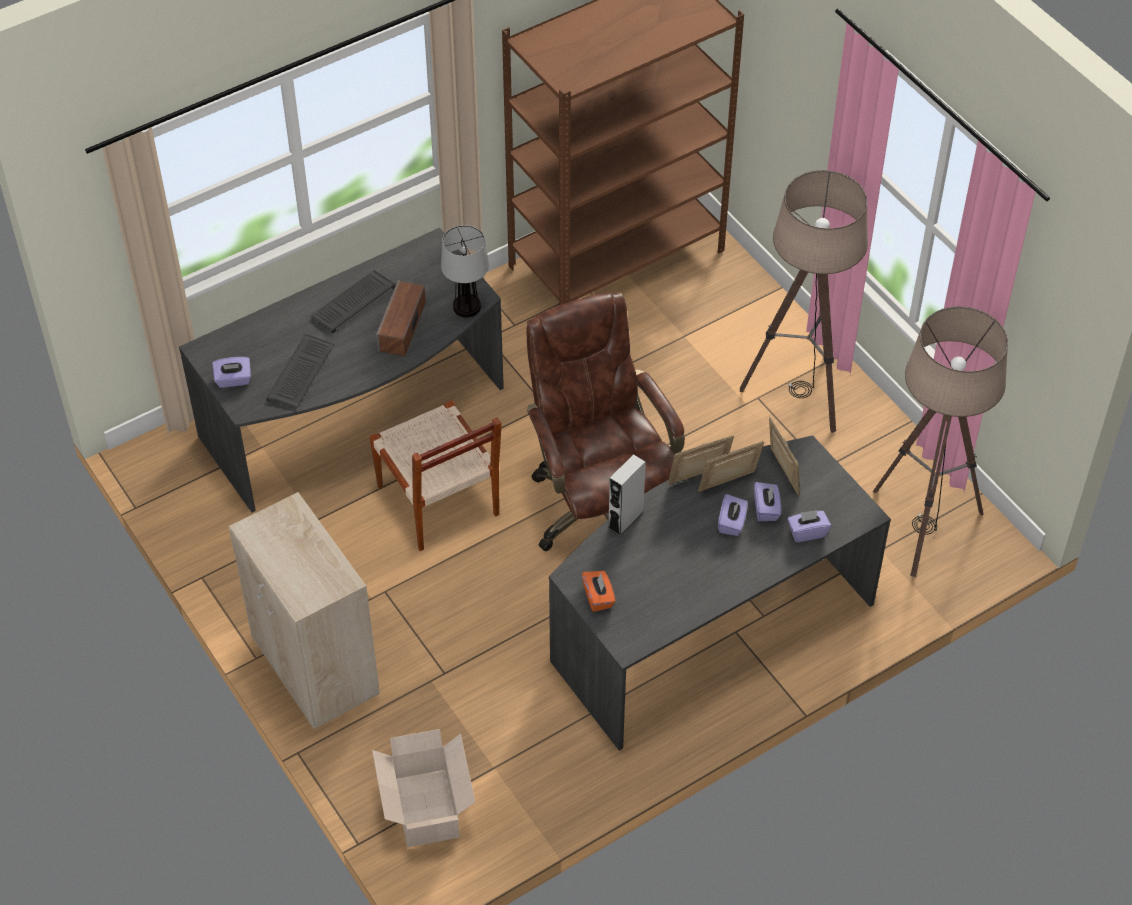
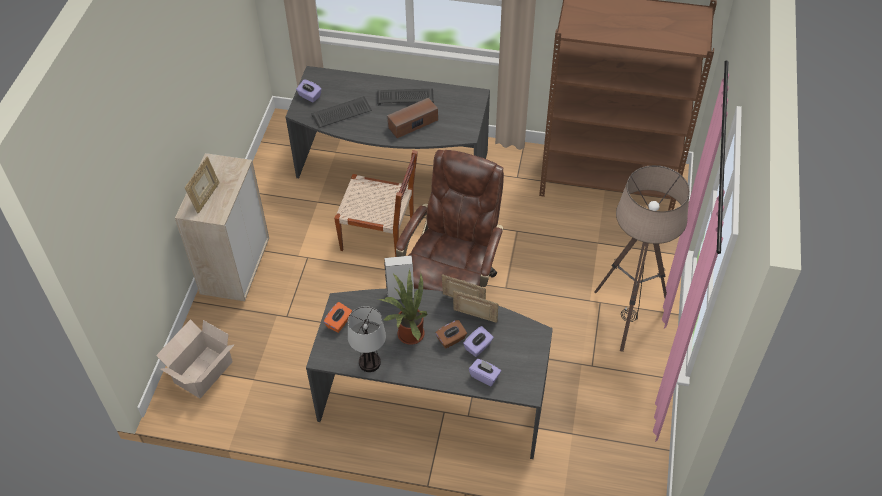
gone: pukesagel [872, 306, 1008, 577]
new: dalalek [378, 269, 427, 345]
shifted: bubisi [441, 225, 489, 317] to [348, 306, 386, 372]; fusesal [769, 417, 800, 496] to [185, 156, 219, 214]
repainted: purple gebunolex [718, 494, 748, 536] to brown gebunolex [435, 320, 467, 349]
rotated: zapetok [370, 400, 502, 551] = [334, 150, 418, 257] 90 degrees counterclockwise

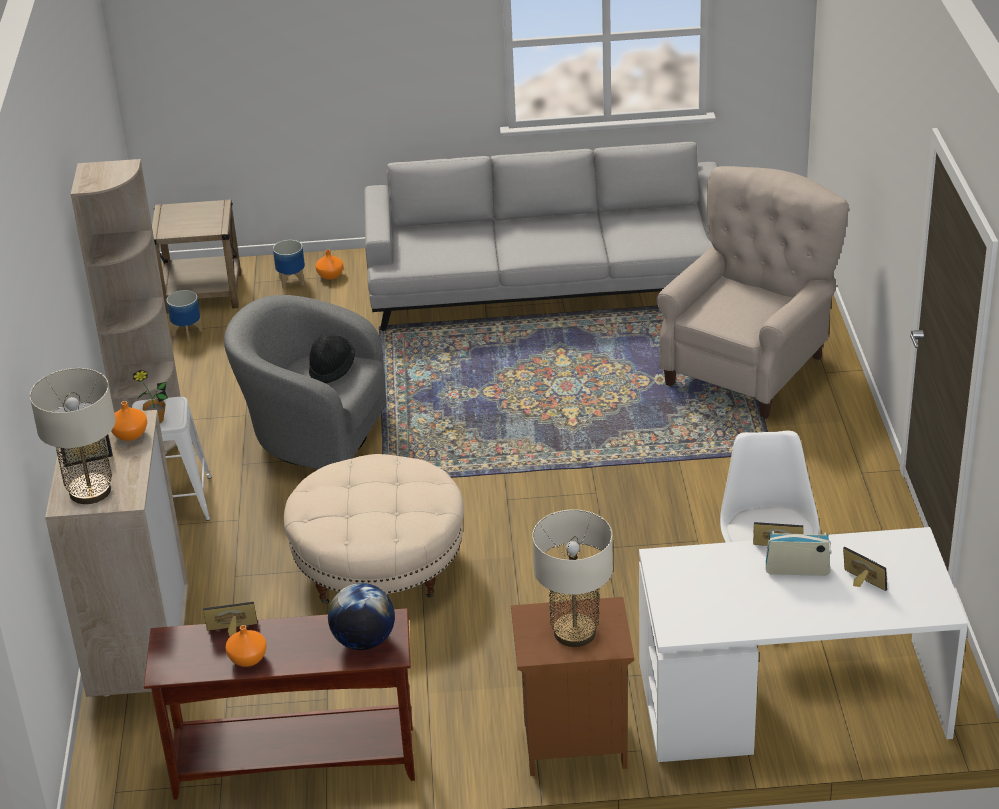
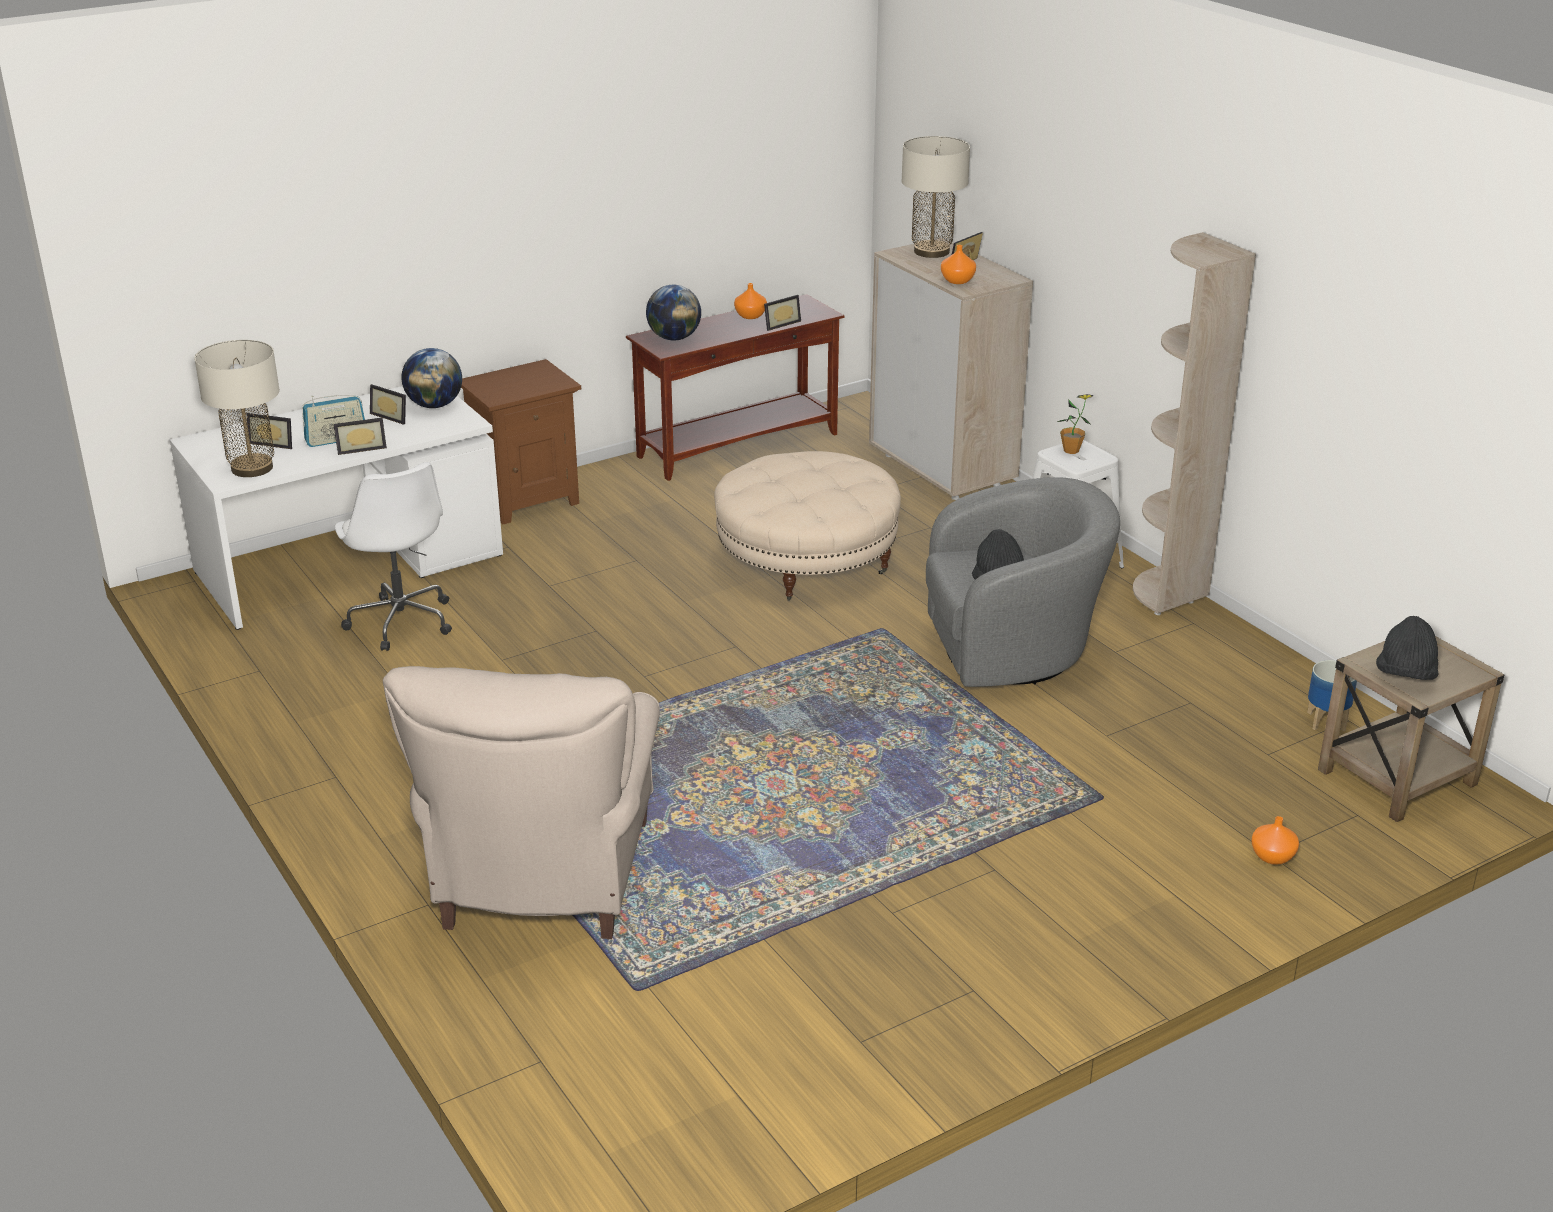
gone: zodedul [273, 240, 305, 289]; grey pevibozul [364, 142, 718, 331]
new: fusesal [370, 384, 406, 425]; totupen [401, 348, 462, 408]; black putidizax [1376, 616, 1439, 680]
shifted: bubisi [532, 509, 613, 647] to [194, 340, 280, 477]

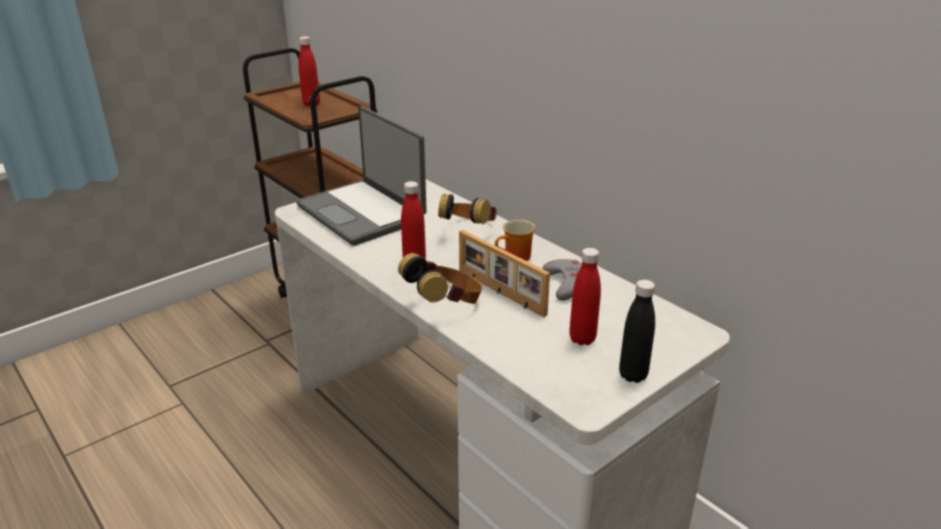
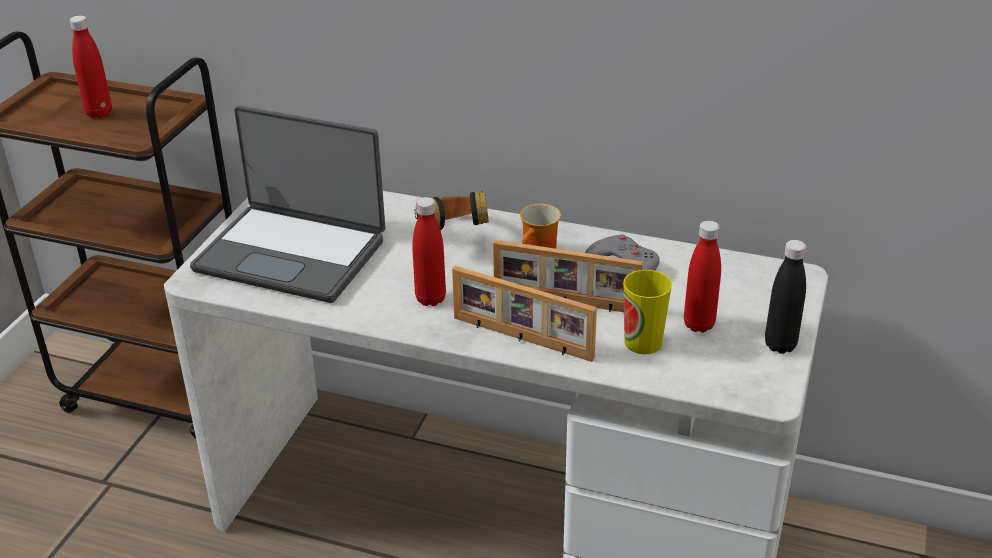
new: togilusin [623, 270, 672, 354]
swapped: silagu [398, 253, 482, 304] to fusesal [452, 266, 597, 362]

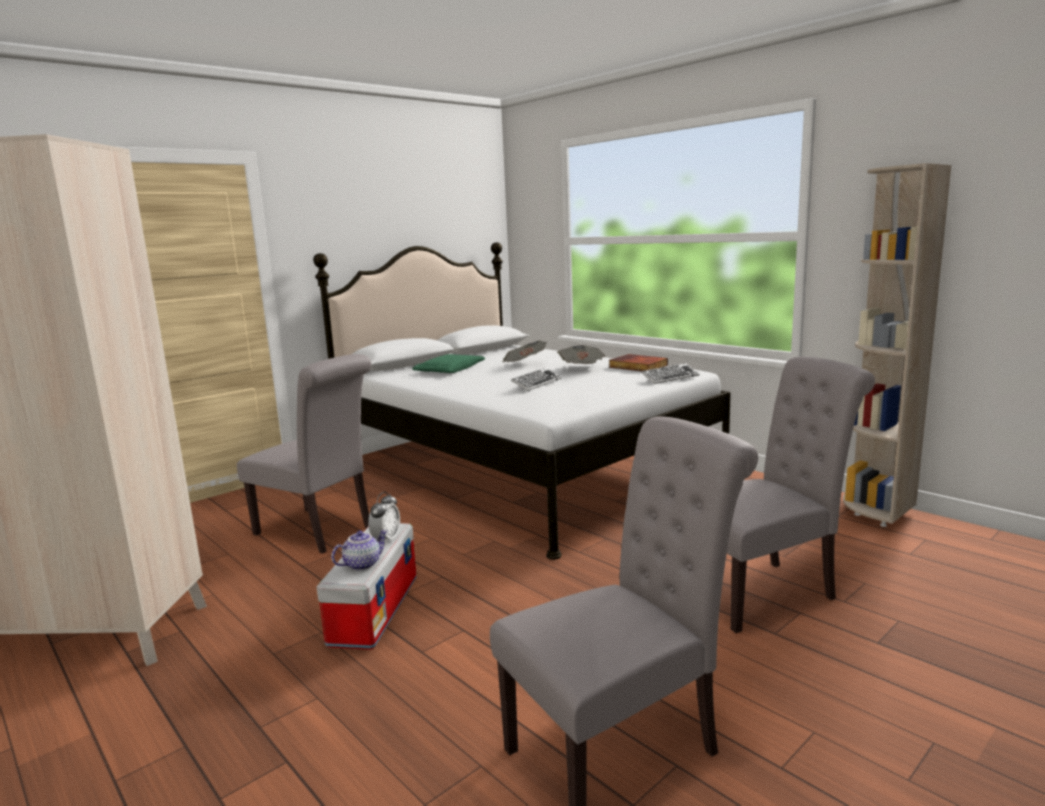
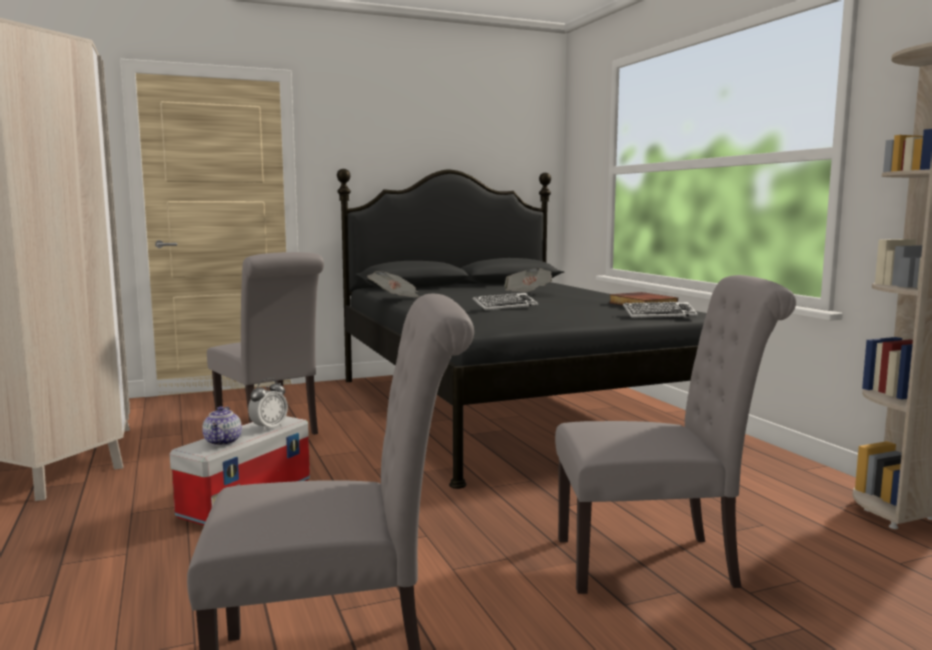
gone: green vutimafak [412, 354, 485, 373]
shifted: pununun [557, 345, 605, 364] to [367, 271, 420, 297]
repainted: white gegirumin [313, 242, 731, 560] to black gegirumin [337, 169, 707, 489]
rotated: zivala [331, 530, 388, 570] = [202, 406, 242, 446] 105 degrees clockwise

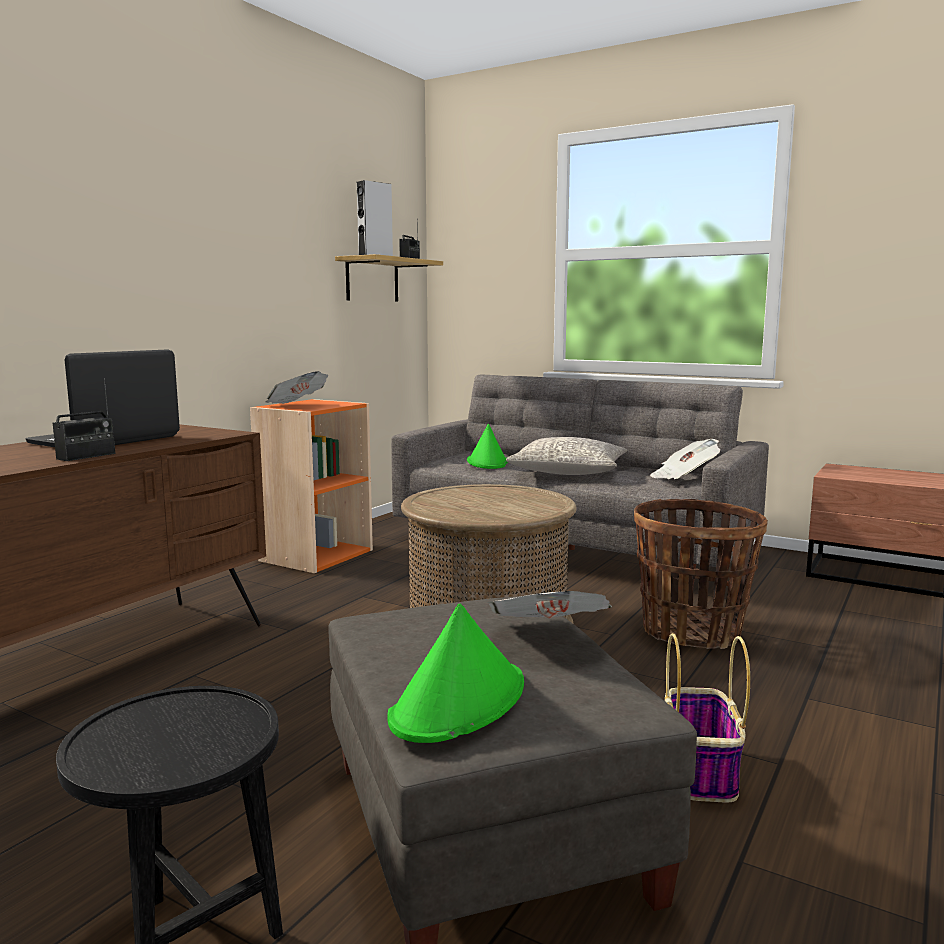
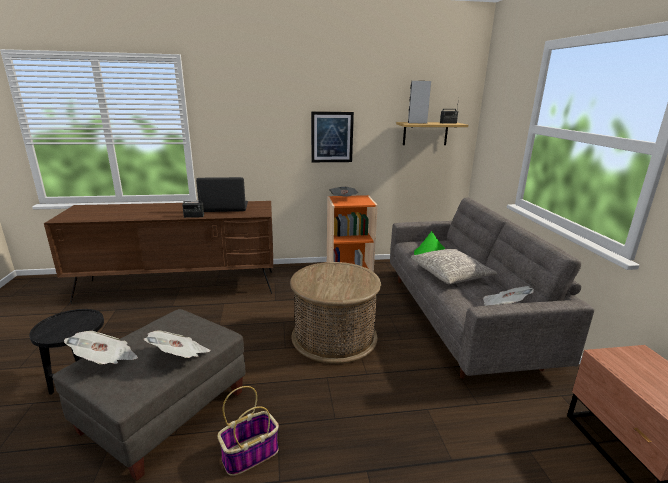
gone: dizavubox [634, 499, 768, 649]
new: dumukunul [311, 111, 354, 162]
swapped: green putidizax [387, 604, 524, 743] to pununun [64, 331, 138, 365]

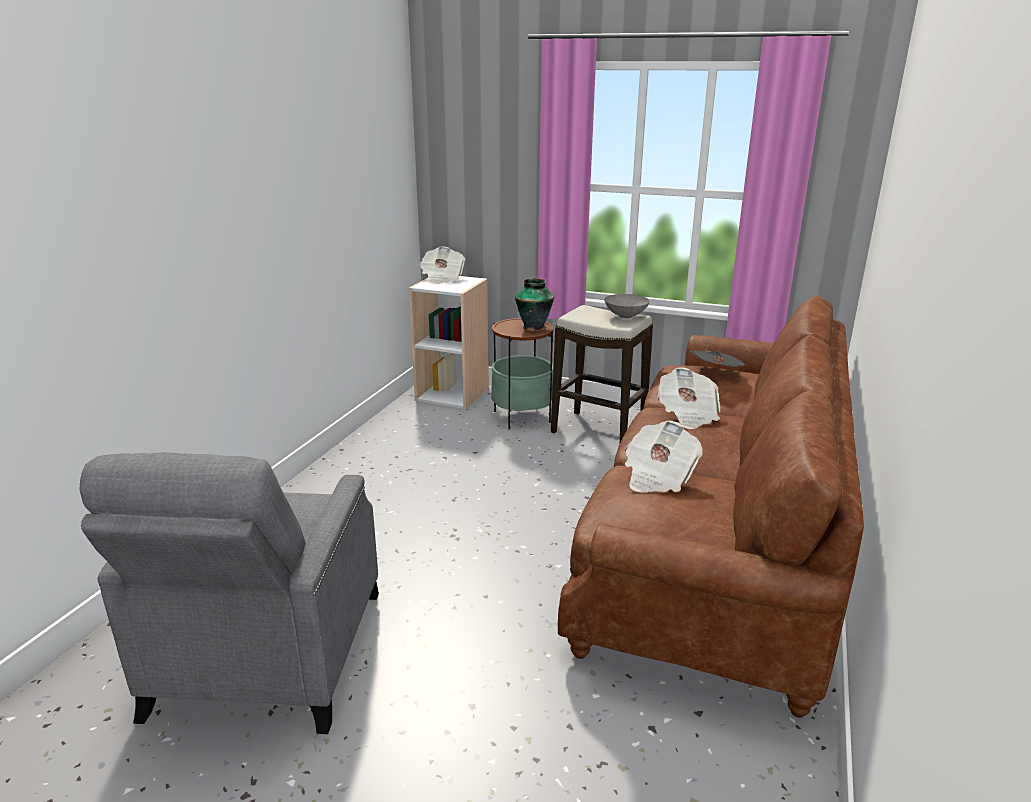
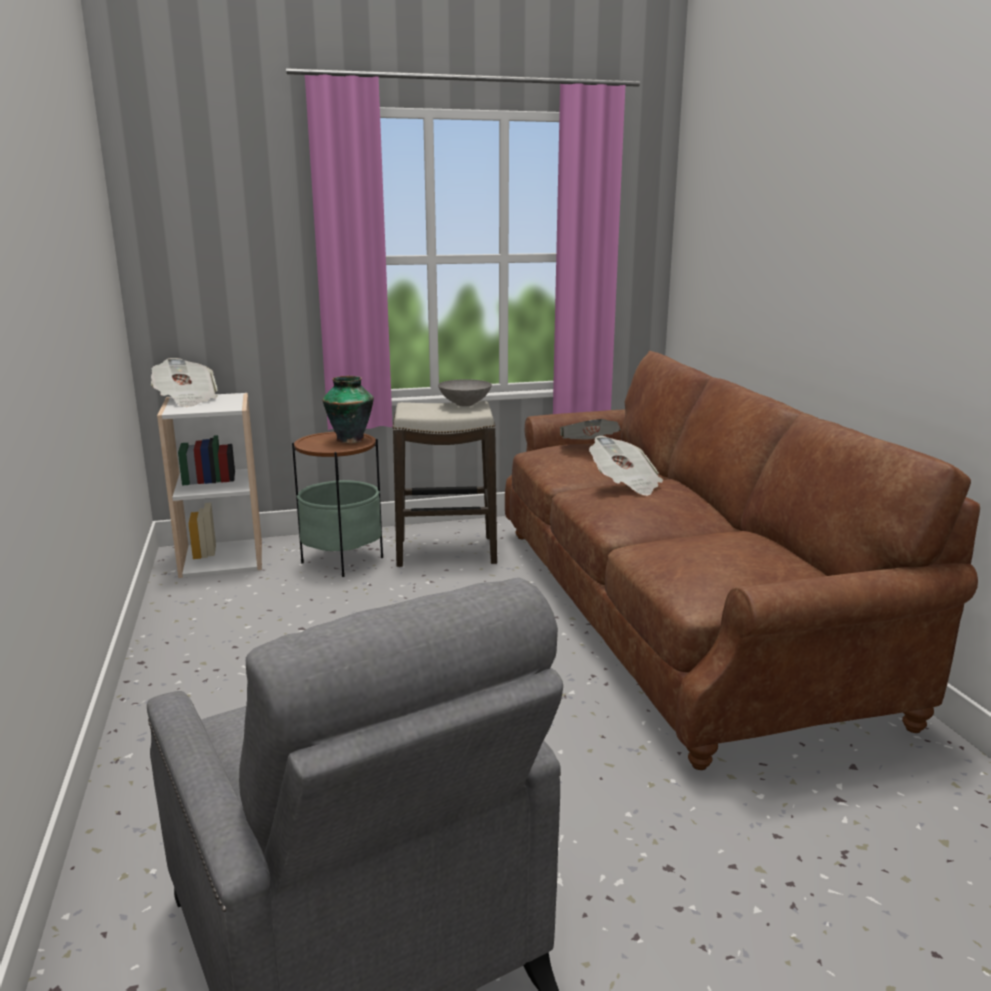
gone: pununun [625, 421, 703, 493]

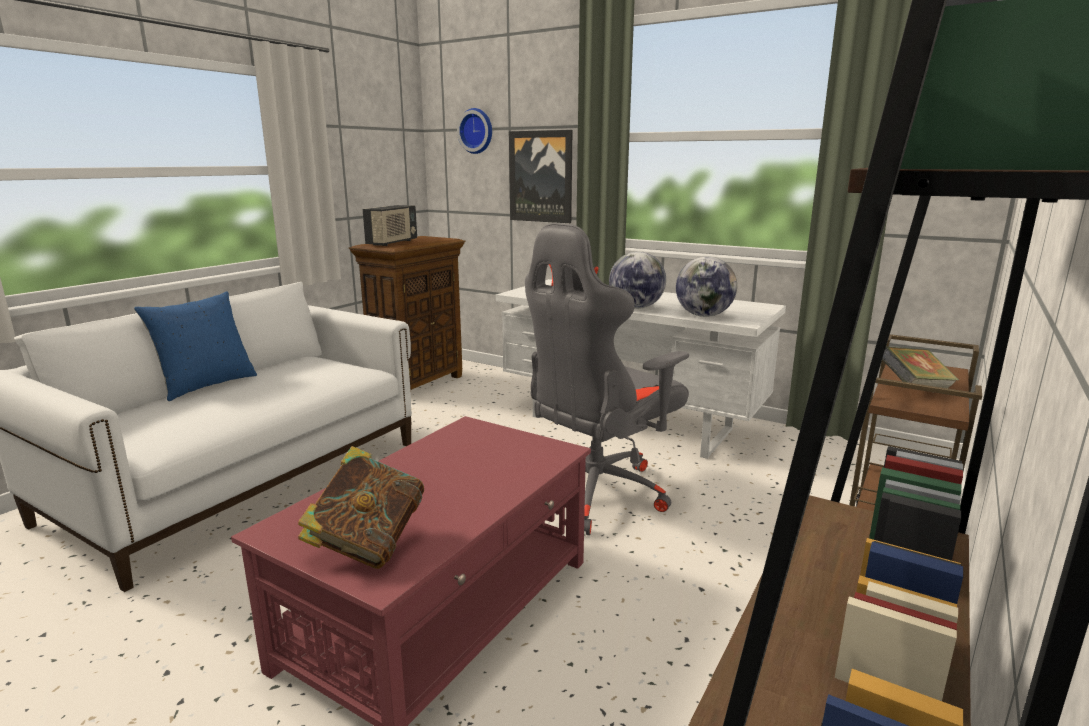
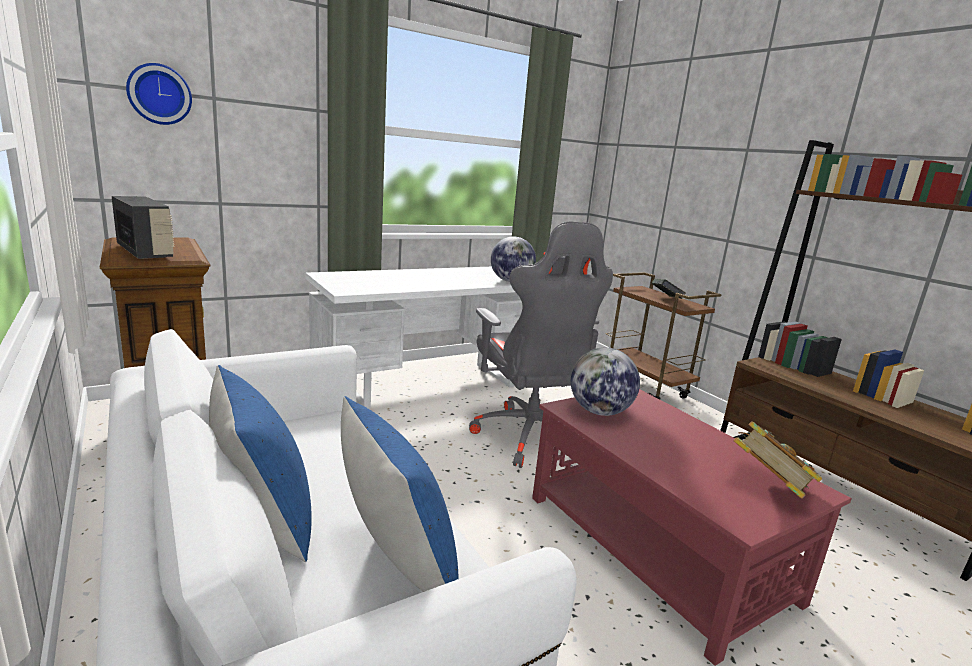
gone: dumukunul [509, 130, 572, 223]
new: blue vutimafak [341, 396, 458, 592]
shifted: totupen [609, 252, 666, 309] to [570, 347, 640, 416]

